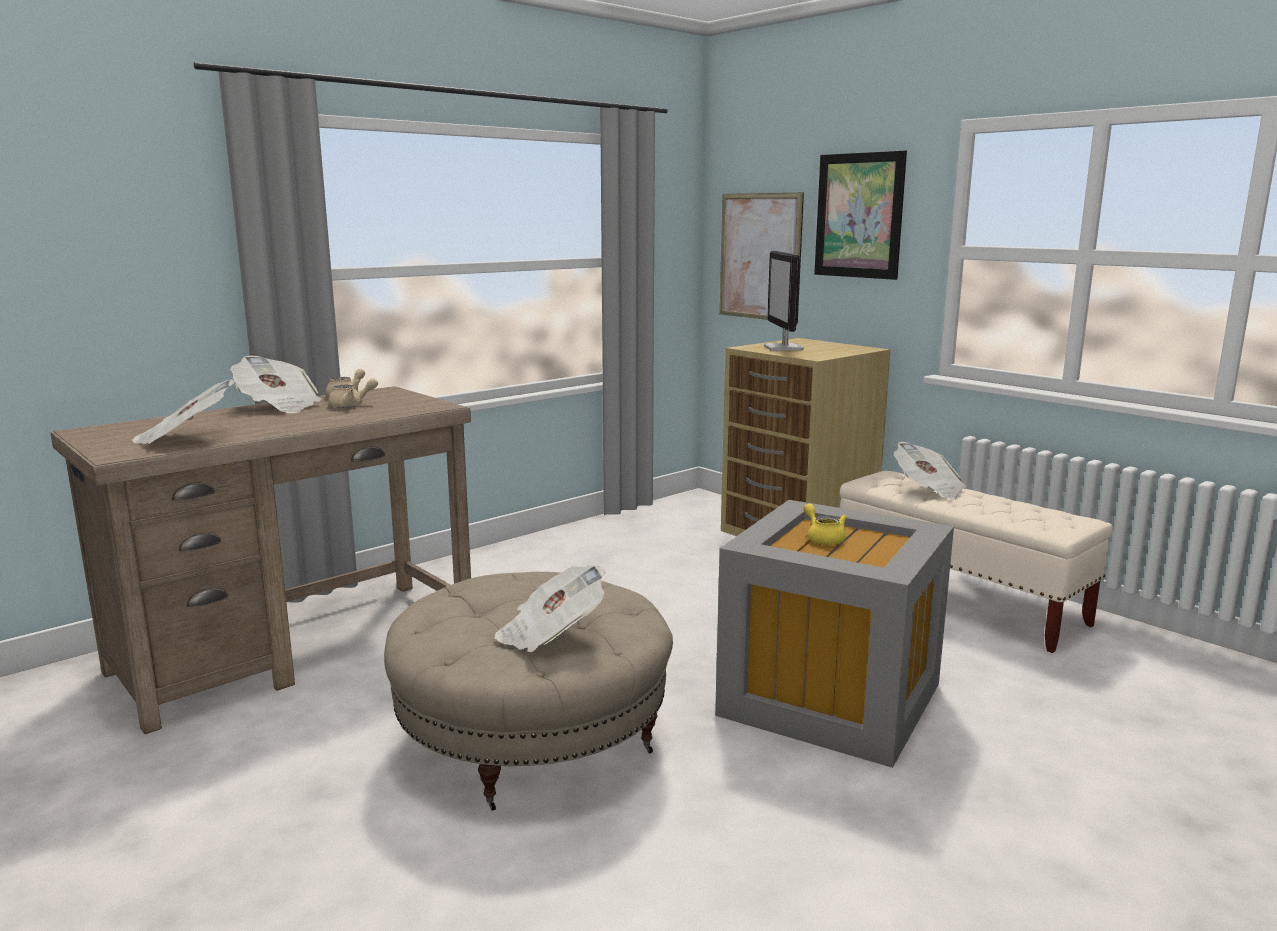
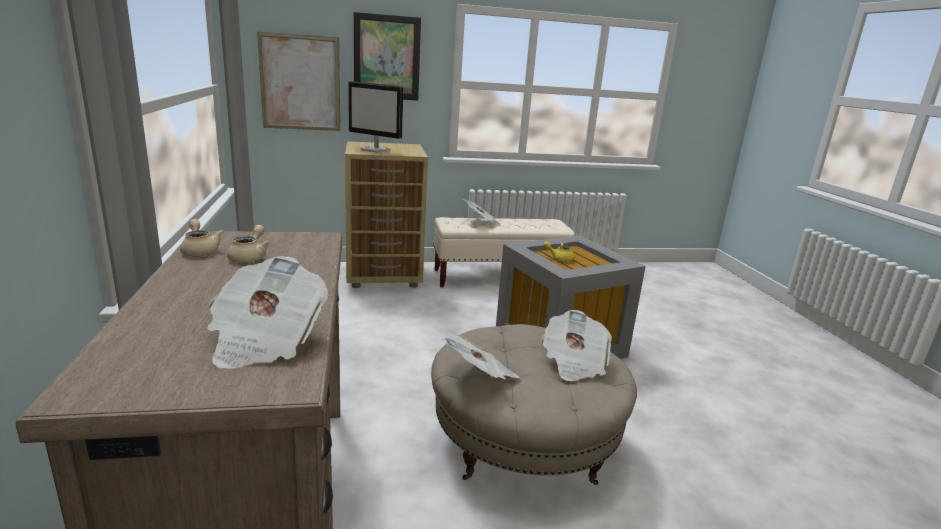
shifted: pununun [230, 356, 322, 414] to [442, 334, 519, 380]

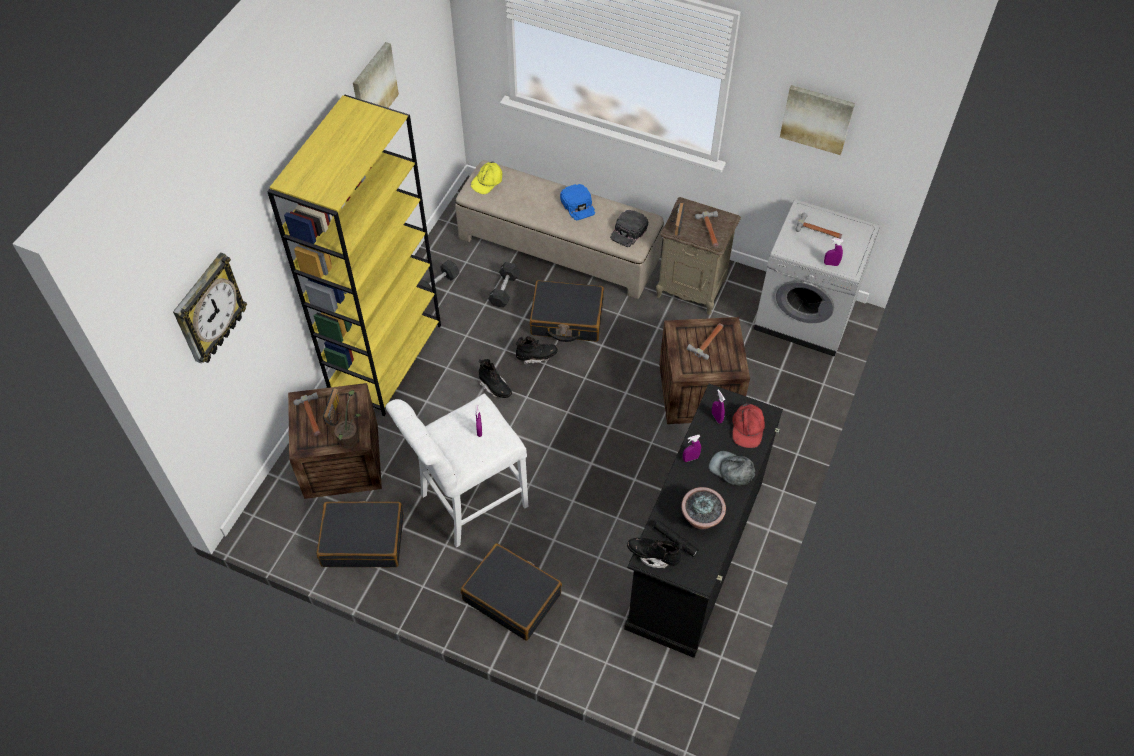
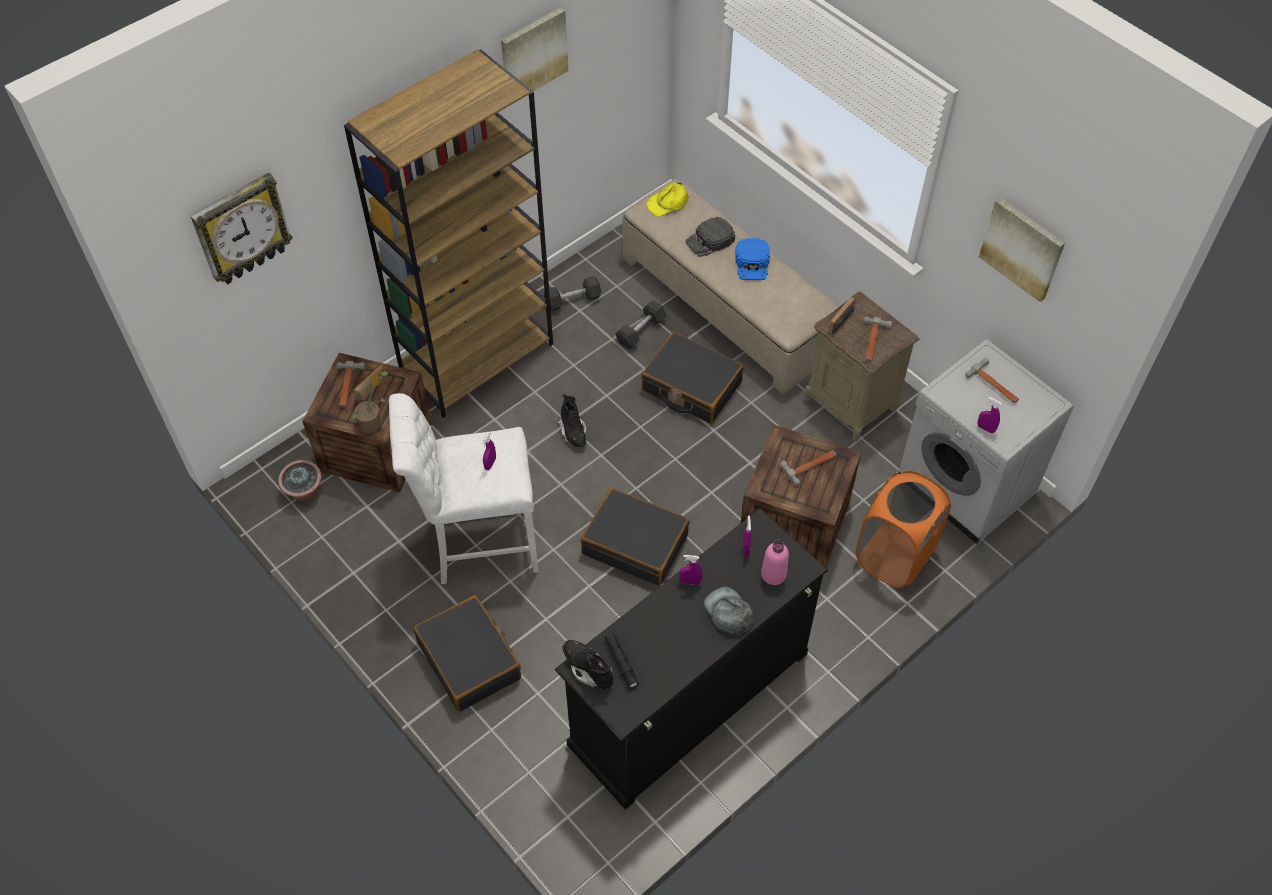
gone: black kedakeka [515, 336, 558, 365]
new: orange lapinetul [856, 471, 951, 588]
shifted: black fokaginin [317, 501, 404, 567] to [581, 488, 690, 586]; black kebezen [610, 210, 648, 247] to [686, 217, 735, 257]; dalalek [681, 487, 726, 530] to [278, 460, 322, 501]
swapped: red kebezen [732, 403, 765, 448] to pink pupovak [761, 540, 789, 585]
repainted: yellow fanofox [267, 95, 441, 416] to brown fanofox [344, 49, 553, 418]

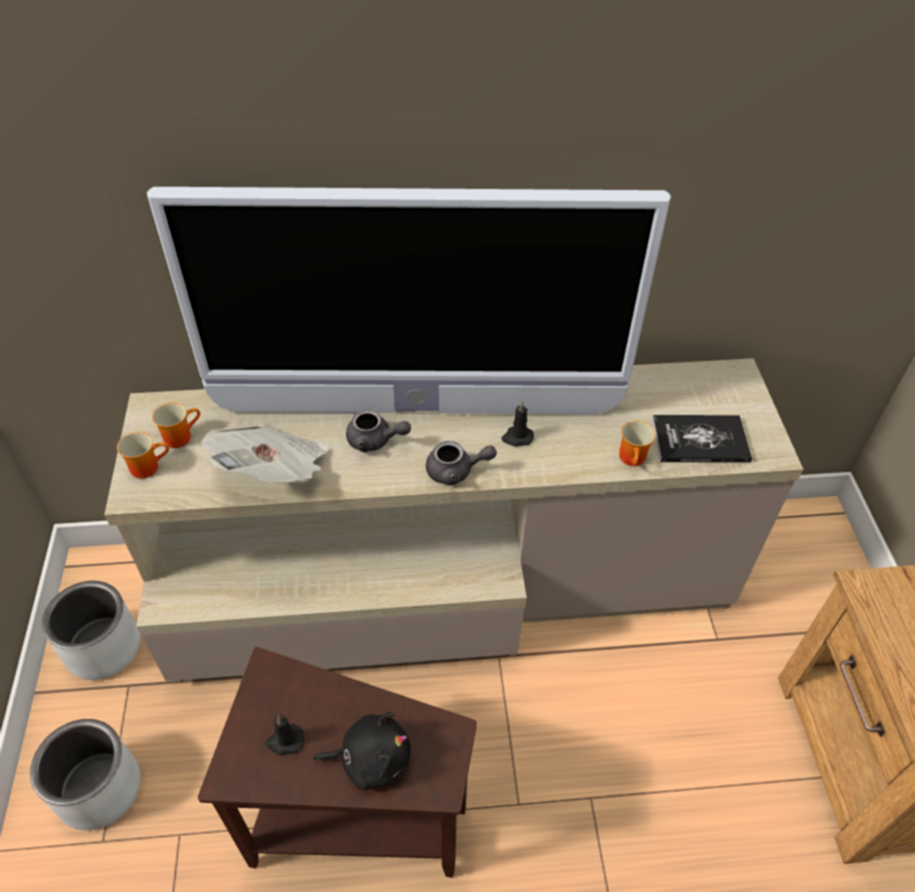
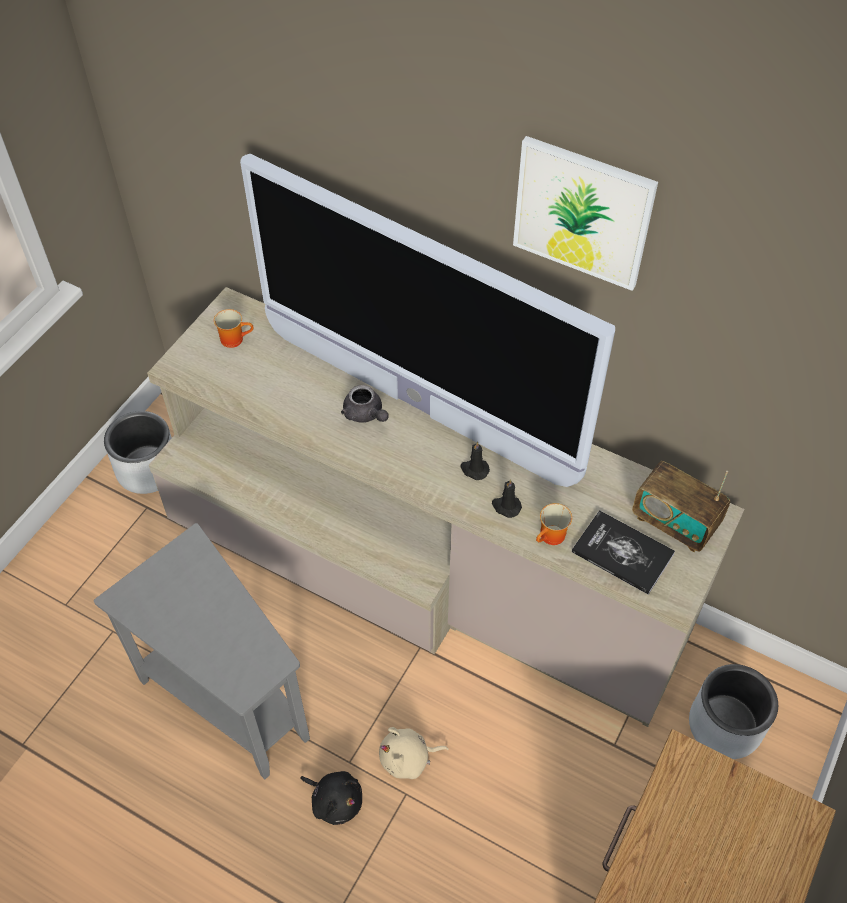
gone: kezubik [117, 432, 169, 479]; pununun [201, 425, 329, 483]; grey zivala [426, 441, 497, 485]
new: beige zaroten [379, 727, 448, 779]; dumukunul [513, 136, 658, 291]; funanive [632, 461, 730, 552]
shifted: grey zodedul [30, 719, 141, 831] to [689, 664, 778, 759]; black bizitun [266, 715, 304, 755] to [492, 479, 522, 518]; black zaroten [313, 712, 411, 790] to [300, 771, 362, 825]
repainted: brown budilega [198, 647, 477, 878] to grey budilega [94, 523, 310, 779]

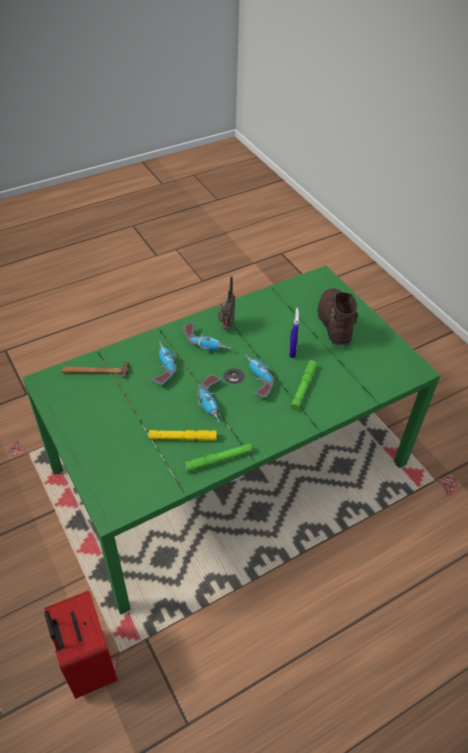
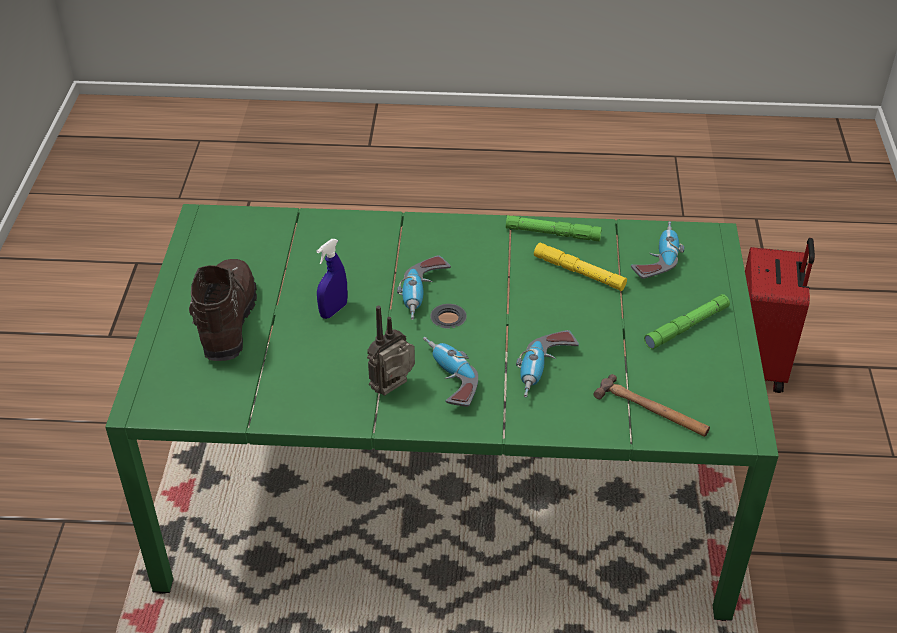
shifted: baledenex [197, 375, 222, 423] to [631, 222, 684, 279]; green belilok [290, 360, 317, 410] to [644, 294, 730, 349]
rotated: brown kedakeka [317, 288, 358, 346] = [189, 259, 257, 361] 150 degrees clockwise

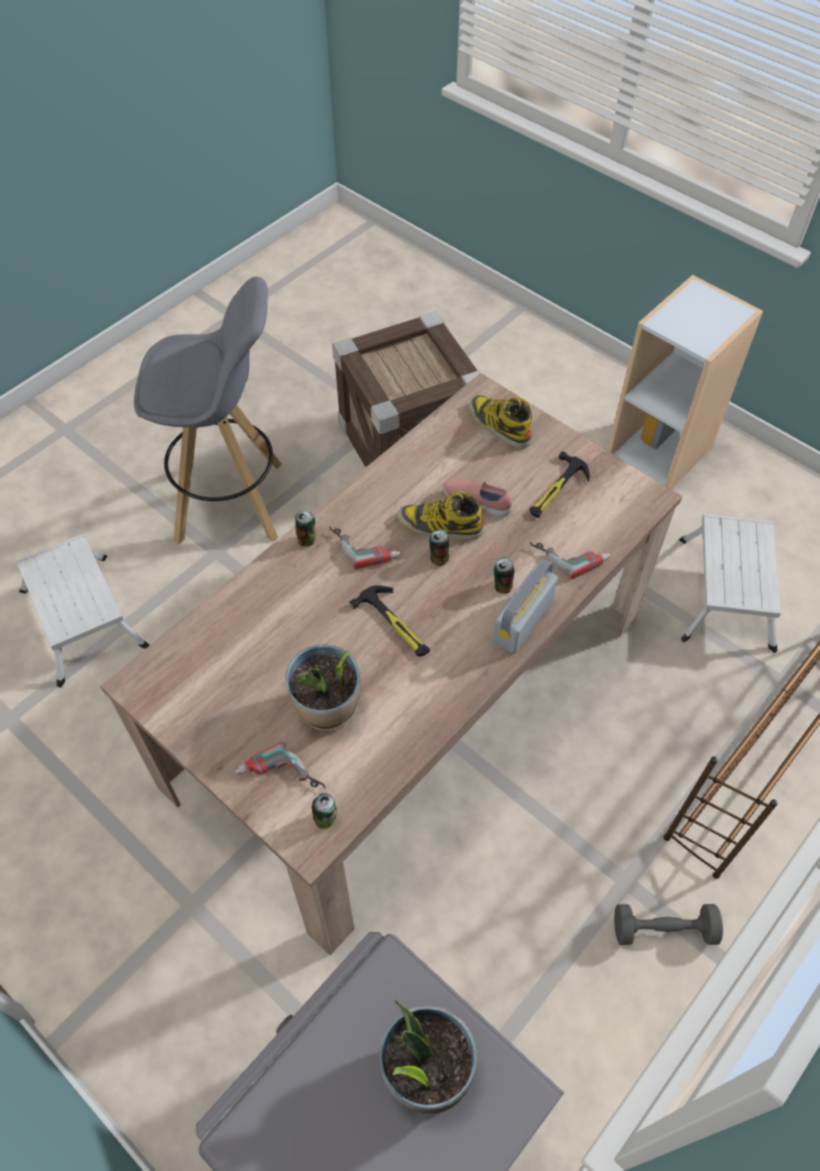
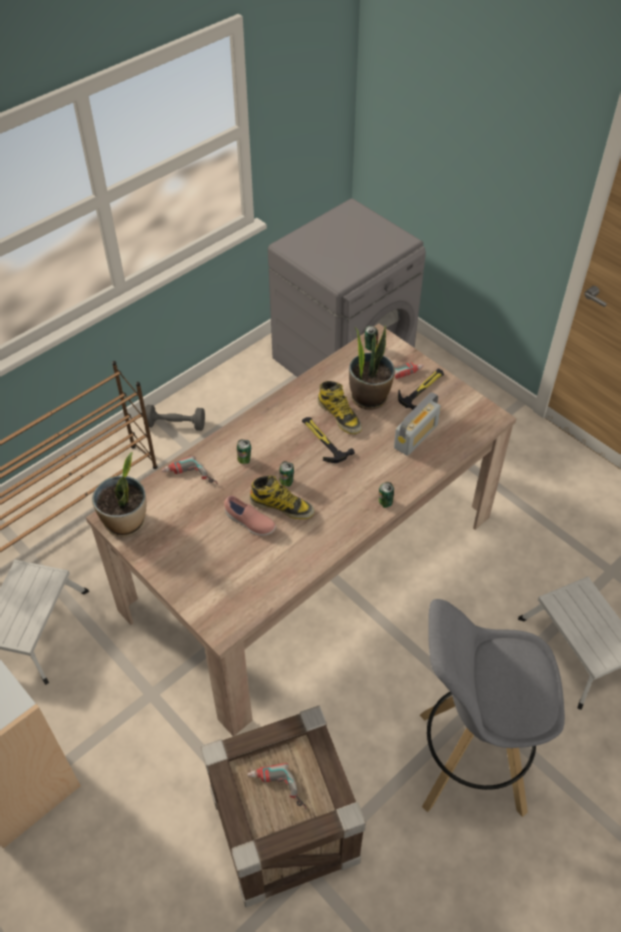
shifted: baledenex [329, 526, 401, 569] to [247, 763, 306, 809]; dalalek [380, 999, 478, 1114] to [92, 452, 146, 537]; kedakeka [469, 395, 532, 448] to [317, 381, 362, 434]; funanive [493, 559, 558, 654] to [394, 392, 441, 456]; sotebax [530, 451, 590, 518] to [398, 368, 444, 410]

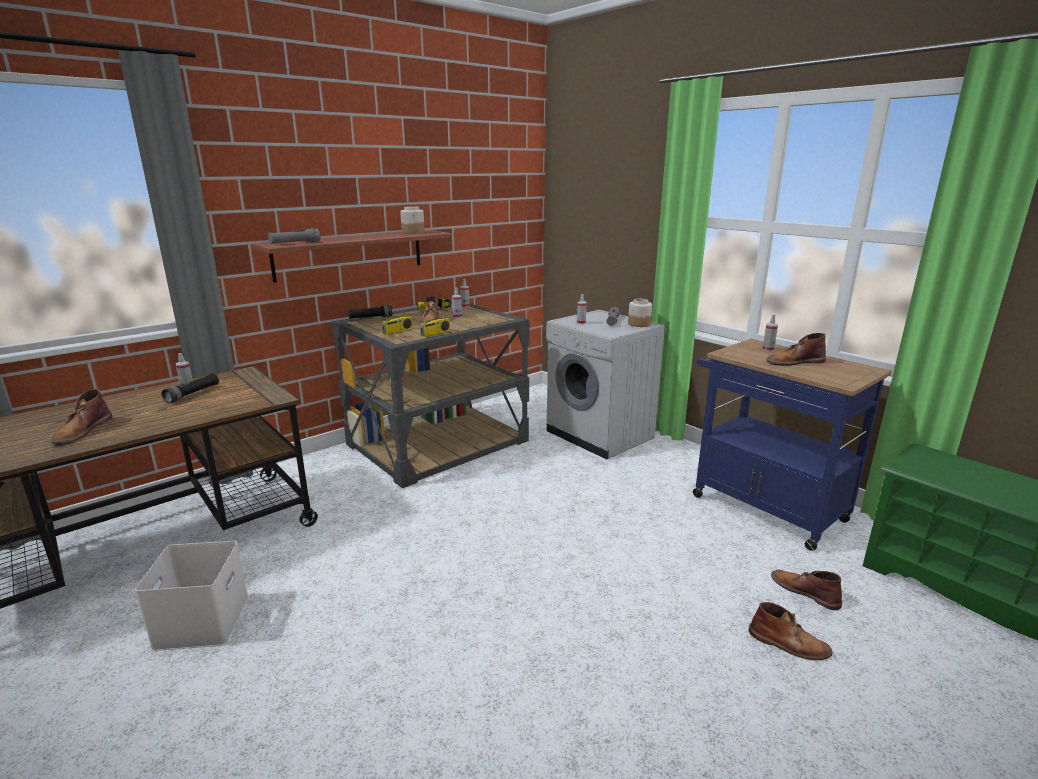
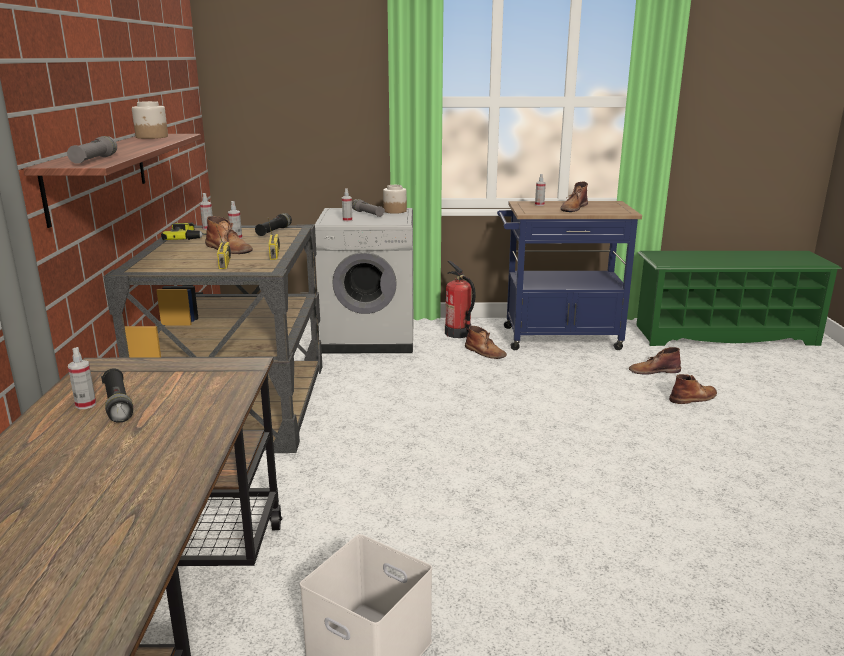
new: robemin [445, 260, 476, 338]
shifted: brown kedakeka [51, 389, 112, 444] to [465, 326, 507, 359]; black belilok [348, 305, 392, 319] to [255, 213, 292, 236]

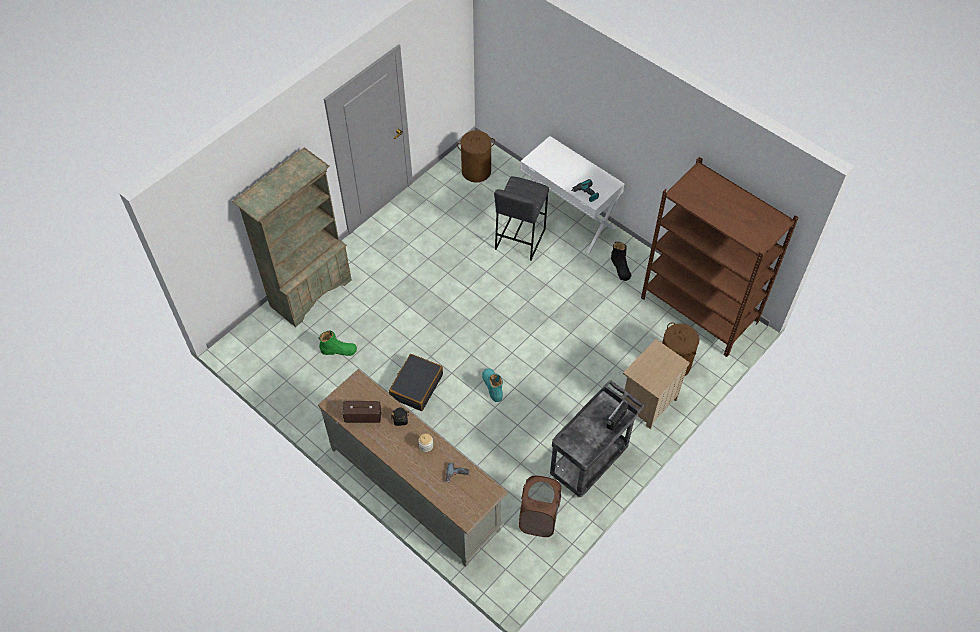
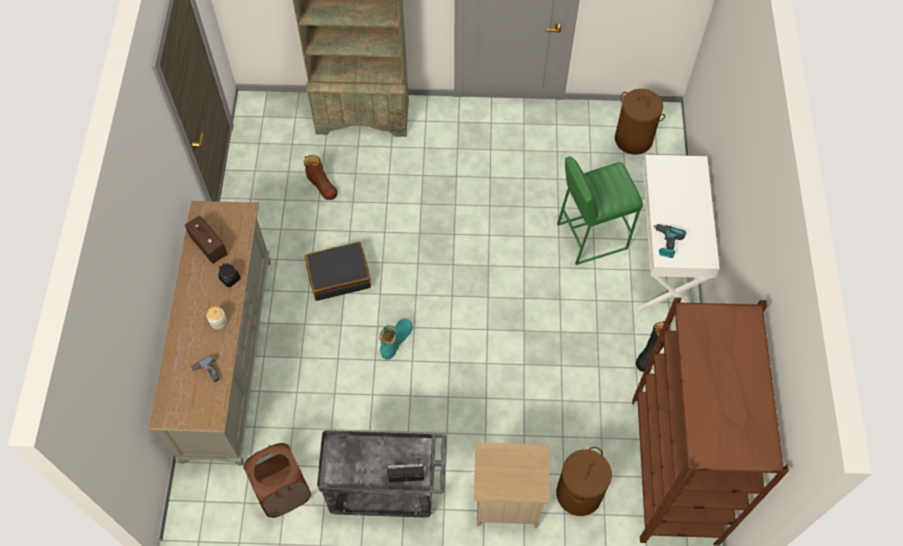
repainted: green kedakeka [319, 330, 357, 356] to brown kedakeka [304, 155, 338, 200]; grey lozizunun [494, 176, 549, 261] to green lozizunun [557, 156, 643, 265]

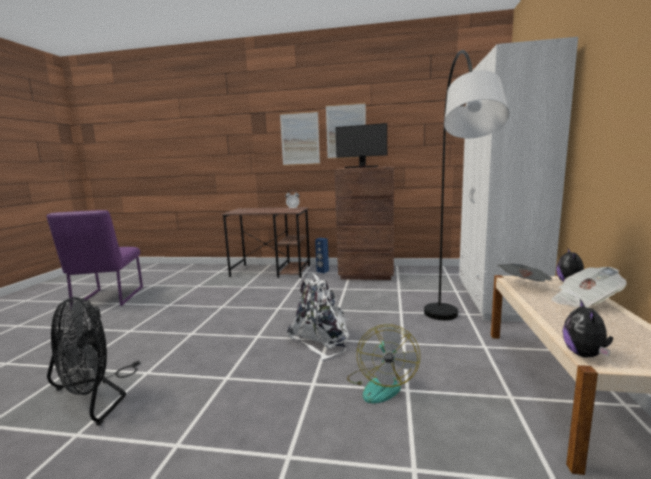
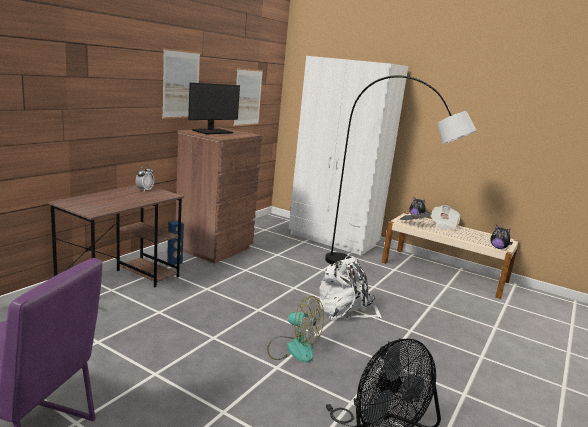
shifted: dumukunul [280, 111, 320, 166] to [233, 68, 263, 126]; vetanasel [347, 324, 420, 404] to [267, 296, 324, 363]

